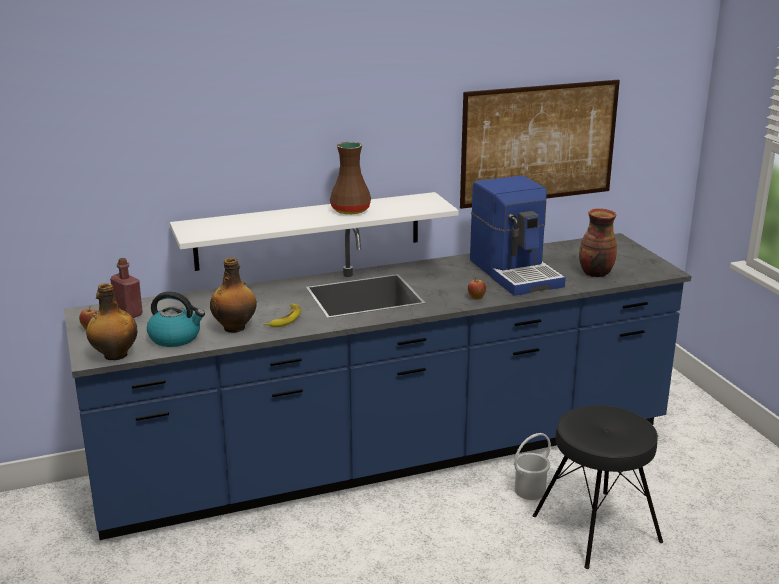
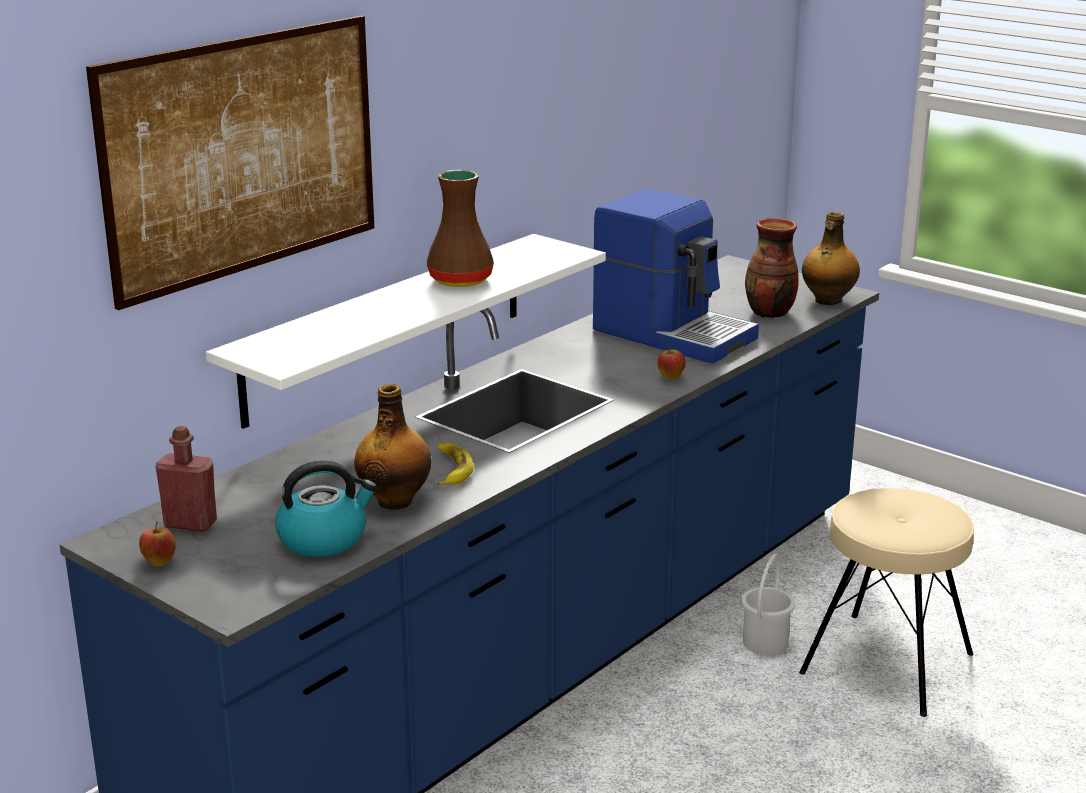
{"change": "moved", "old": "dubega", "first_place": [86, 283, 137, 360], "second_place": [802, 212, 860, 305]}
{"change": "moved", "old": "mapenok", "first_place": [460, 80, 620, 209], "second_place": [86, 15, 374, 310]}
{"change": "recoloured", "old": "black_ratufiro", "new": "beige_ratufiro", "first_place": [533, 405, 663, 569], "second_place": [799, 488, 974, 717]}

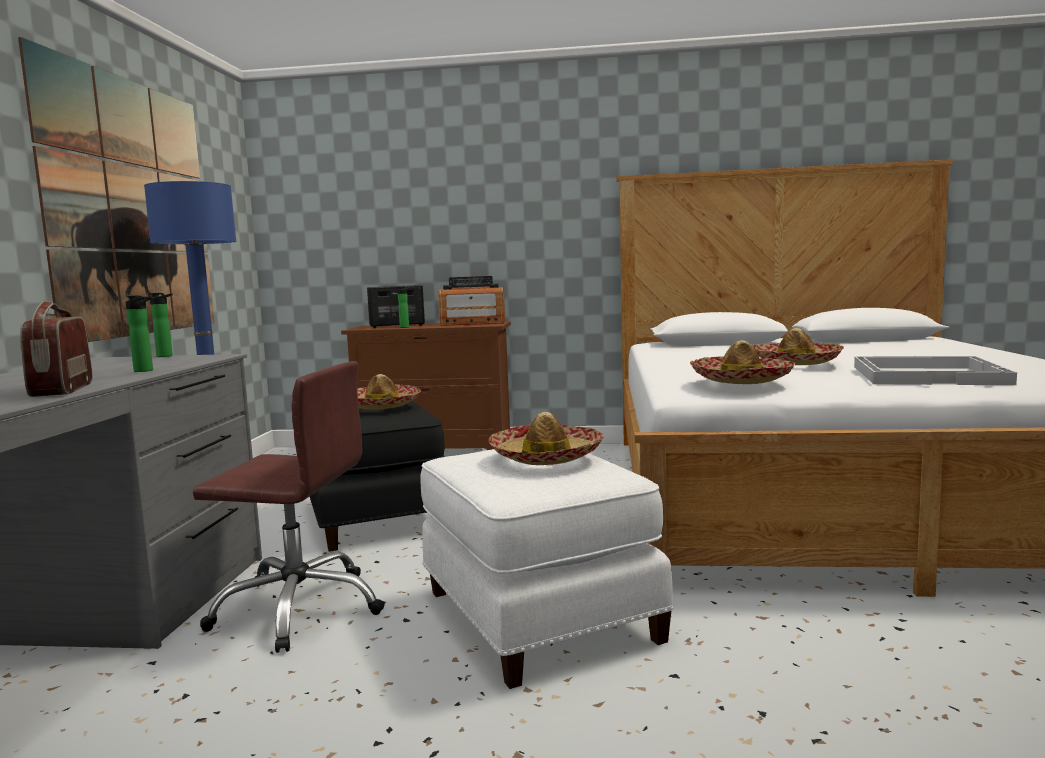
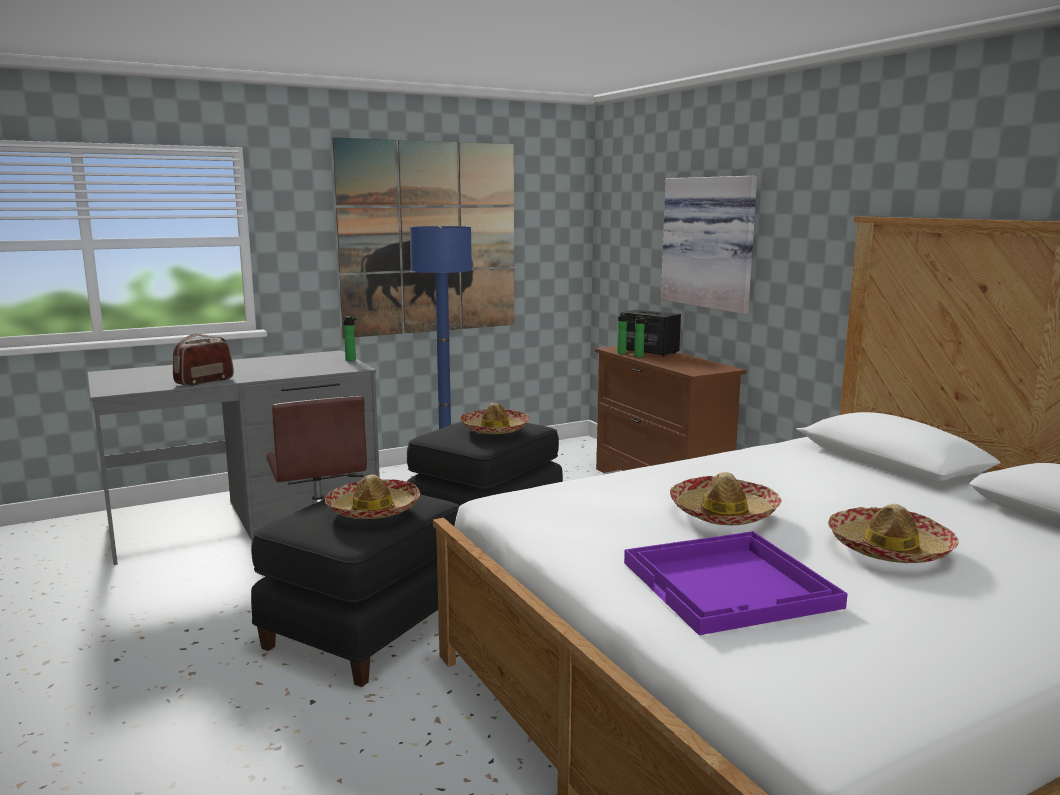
{"change": "moved", "old": "dubega", "first_place": [126, 295, 153, 372], "second_place": [617, 313, 629, 354]}
{"change": "recoloured", "old": "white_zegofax", "new": "black_zegofax", "first_place": [420, 449, 673, 689], "second_place": [251, 494, 460, 687]}
{"change": "removed", "old": "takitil", "first_place": [438, 276, 505, 326]}
{"change": "moved", "old": "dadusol", "first_place": [690, 340, 795, 384], "second_place": [828, 504, 959, 563]}
{"change": "recoloured", "old": "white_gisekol", "new": "purple_gisekol", "first_place": [854, 356, 1017, 385], "second_place": [624, 531, 848, 635]}
{"change": "added", "new": "mapenok", "second_place": [661, 176, 757, 314]}

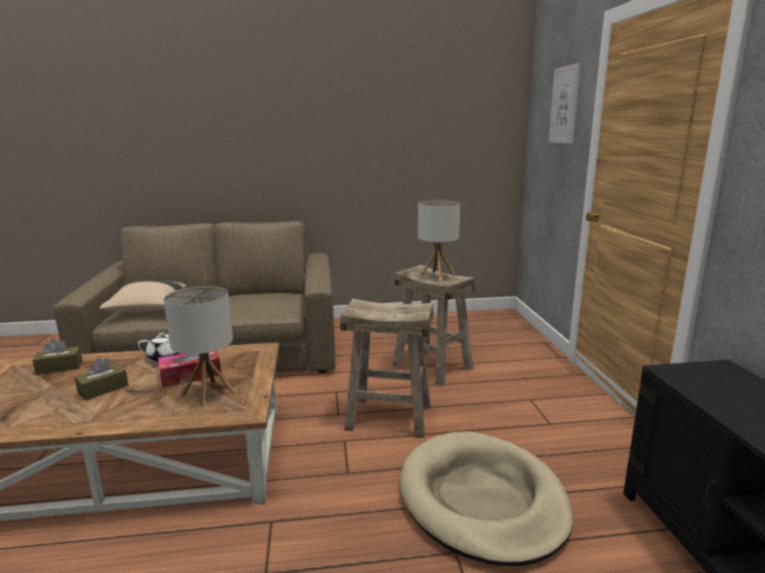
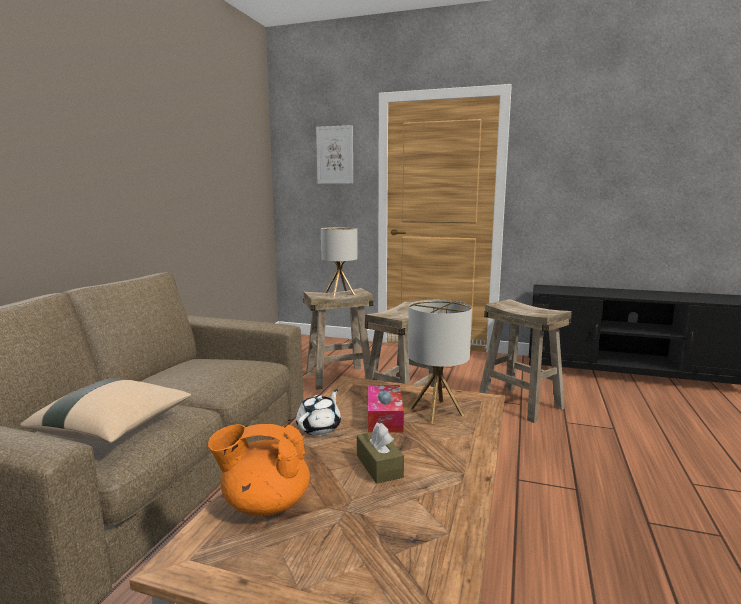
{"change": "replaced", "old": "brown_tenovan", "new": "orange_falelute", "first_place": [33, 339, 83, 375], "second_place": [208, 424, 310, 516]}
{"change": "replaced", "old": "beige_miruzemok", "new": "beige_ratufiro", "first_place": [400, 431, 573, 566], "second_place": [479, 299, 572, 423]}

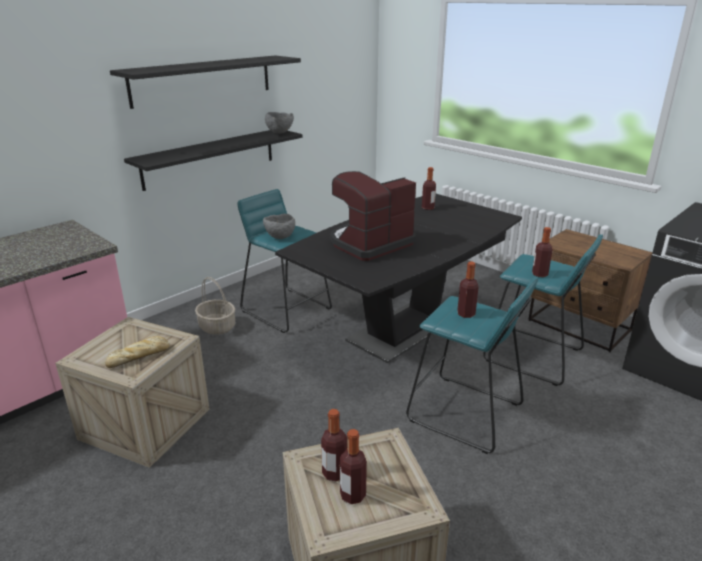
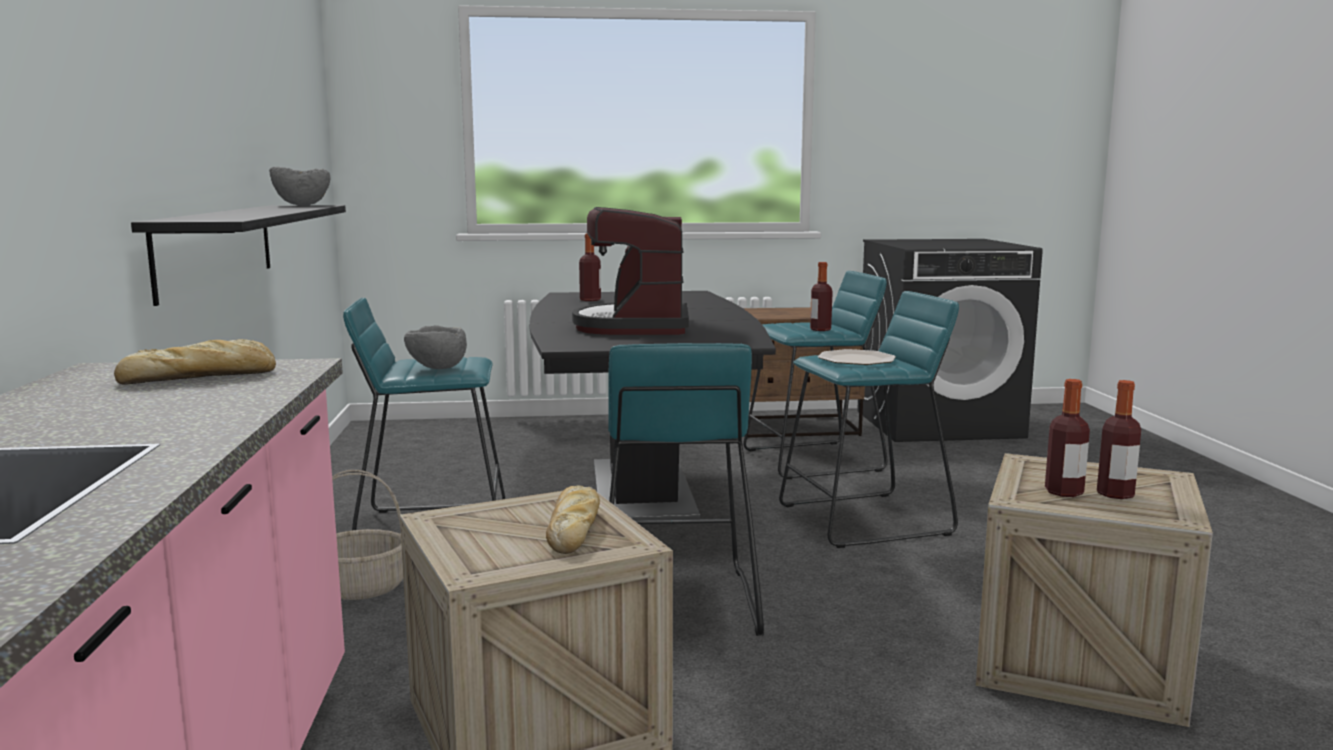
{"change": "removed", "old": "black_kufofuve", "first_place": [110, 56, 301, 109]}
{"change": "replaced", "old": "dubega", "new": "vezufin", "first_place": [457, 262, 479, 318], "second_place": [818, 349, 896, 365]}
{"change": "added", "new": "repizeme", "second_place": [114, 339, 276, 385]}
{"change": "added", "new": "turquoise_ratufiro", "second_place": [608, 343, 764, 636]}

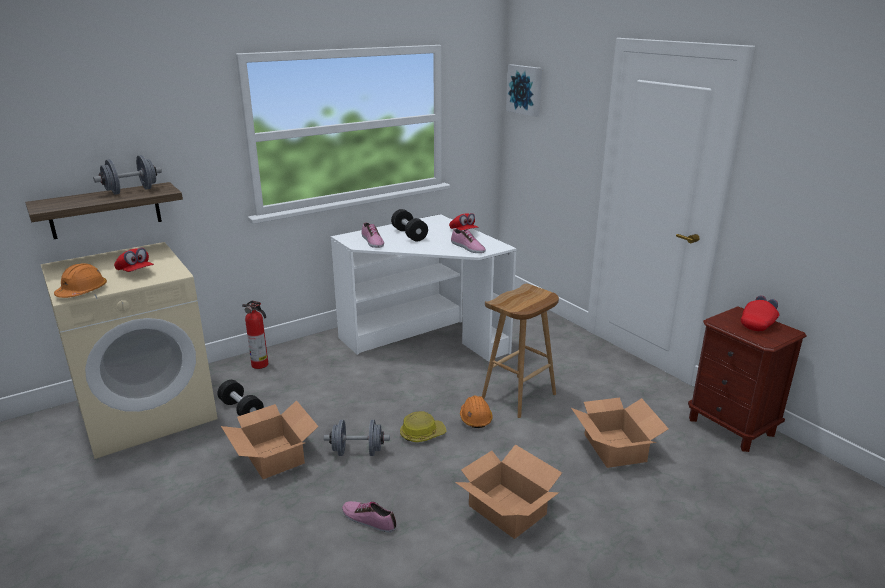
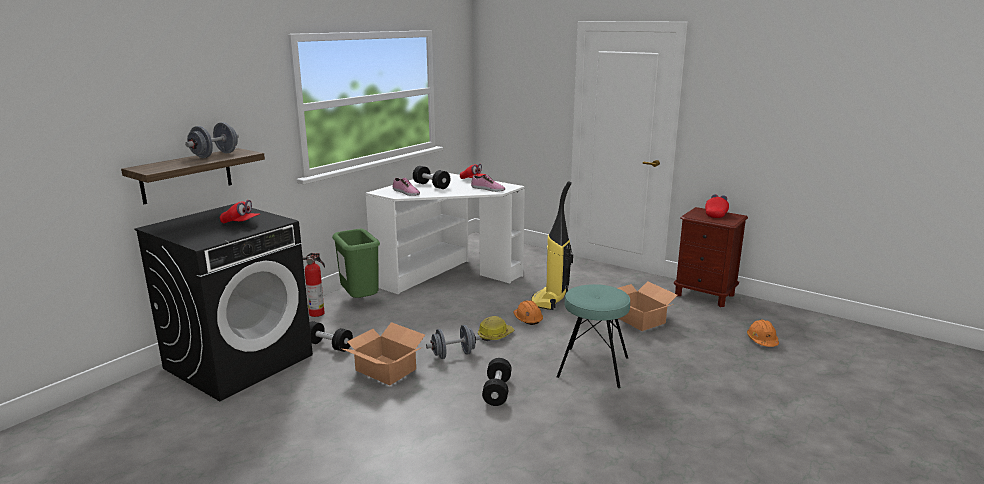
{"change": "recoloured", "old": "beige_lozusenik", "new": "black_lozusenik", "first_place": [41, 242, 218, 459], "second_place": [135, 203, 313, 401]}
{"change": "moved", "old": "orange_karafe", "first_place": [54, 263, 107, 298], "second_place": [747, 320, 779, 347]}
{"change": "replaced", "old": "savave", "new": "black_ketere", "first_place": [342, 501, 397, 533], "second_place": [482, 358, 512, 406]}
{"change": "replaced", "old": "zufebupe", "new": "turquoise_ratufiro", "first_place": [455, 445, 562, 539], "second_place": [557, 284, 630, 388]}
{"change": "replaced", "old": "brown_ratufiro", "new": "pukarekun", "first_place": [482, 284, 559, 418], "second_place": [531, 181, 573, 310]}
{"change": "removed", "old": "mapenok", "first_place": [506, 64, 542, 117]}
{"change": "added", "new": "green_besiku", "second_place": [332, 229, 380, 298]}

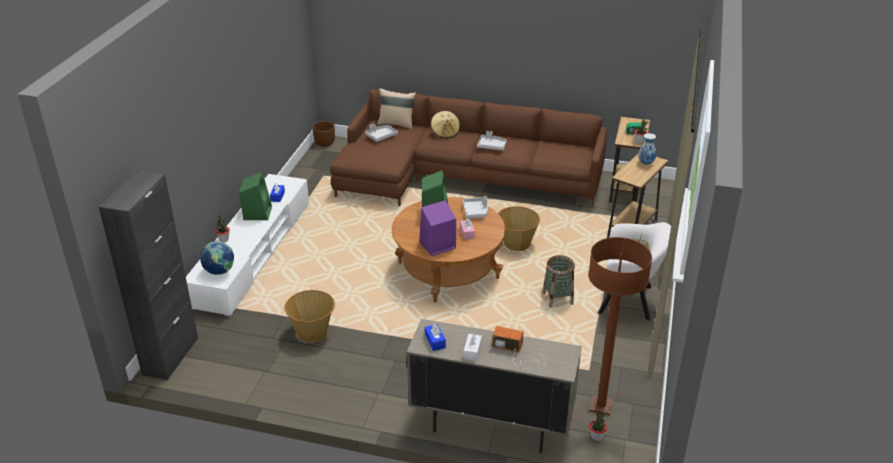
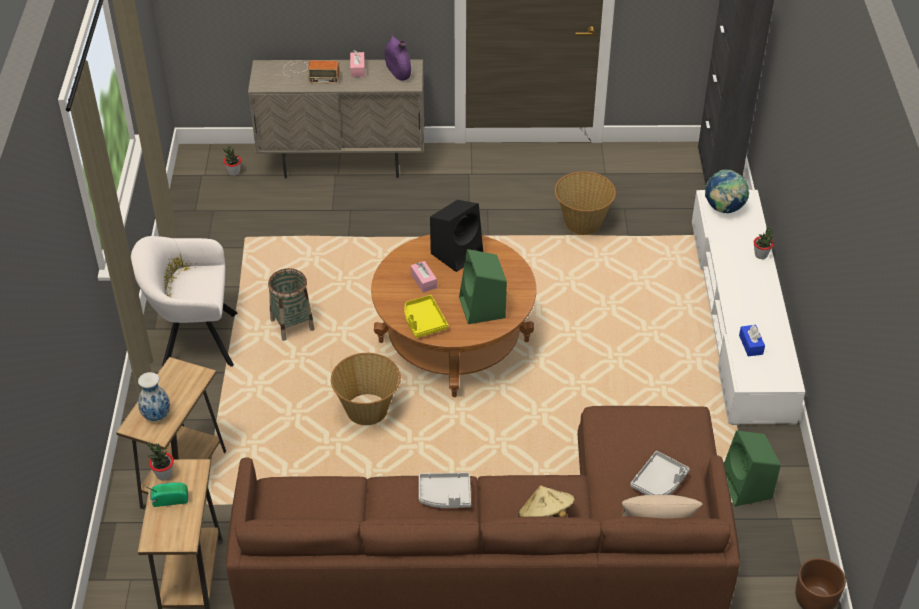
{"change": "moved", "old": "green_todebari", "first_place": [239, 172, 272, 220], "second_place": [724, 430, 781, 507]}
{"change": "recoloured", "old": "purple_todebari", "new": "black_todebari", "first_place": [419, 200, 456, 256], "second_place": [430, 200, 483, 272]}
{"change": "replaced", "old": "blue_tenovan", "new": "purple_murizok", "first_place": [425, 323, 446, 351], "second_place": [385, 33, 411, 81]}
{"change": "recoloured", "old": "grey_gisekol", "new": "yellow_gisekol", "first_place": [462, 196, 488, 218], "second_place": [405, 295, 448, 338]}
{"change": "recoloured", "old": "white_tenovan", "new": "pink_tenovan", "first_place": [464, 333, 482, 361], "second_place": [350, 50, 365, 77]}
{"change": "removed", "old": "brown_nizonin", "first_place": [588, 237, 652, 415]}

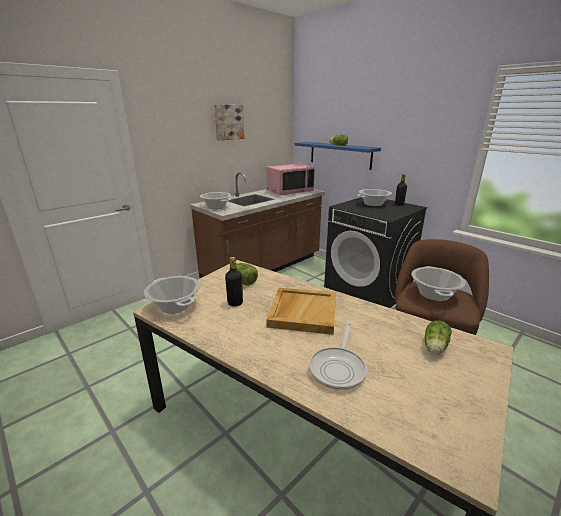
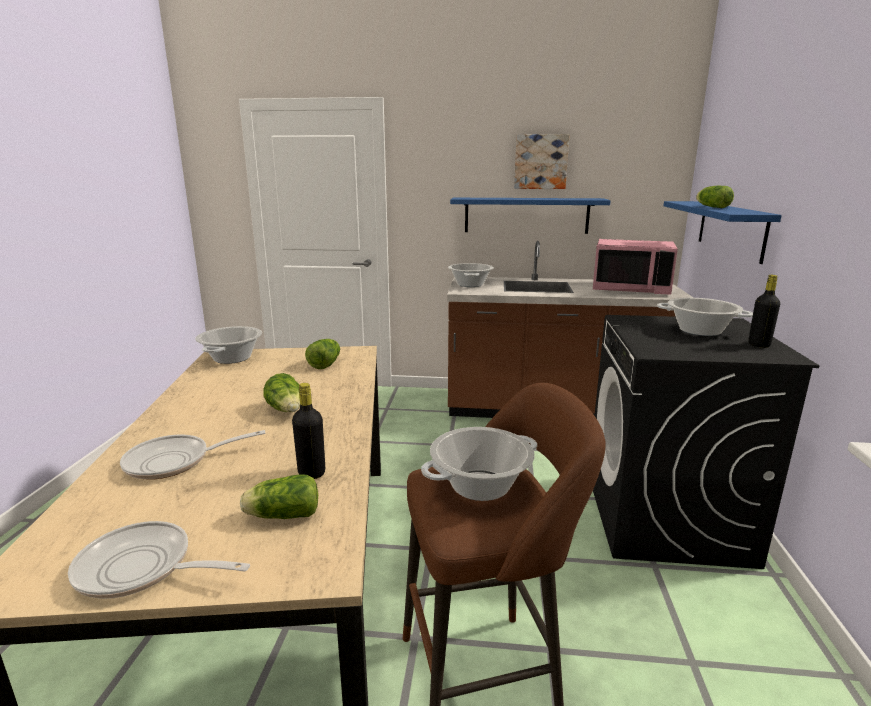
{"change": "moved", "old": "black_dubega", "first_place": [225, 257, 243, 306], "second_place": [292, 383, 325, 479]}
{"change": "replaced", "old": "beige_gisekol", "new": "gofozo", "first_place": [267, 288, 336, 335], "second_place": [264, 373, 300, 412]}
{"change": "added", "new": "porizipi", "second_place": [68, 521, 250, 599]}
{"change": "added", "new": "blue_kufofuve", "second_place": [450, 198, 610, 234]}

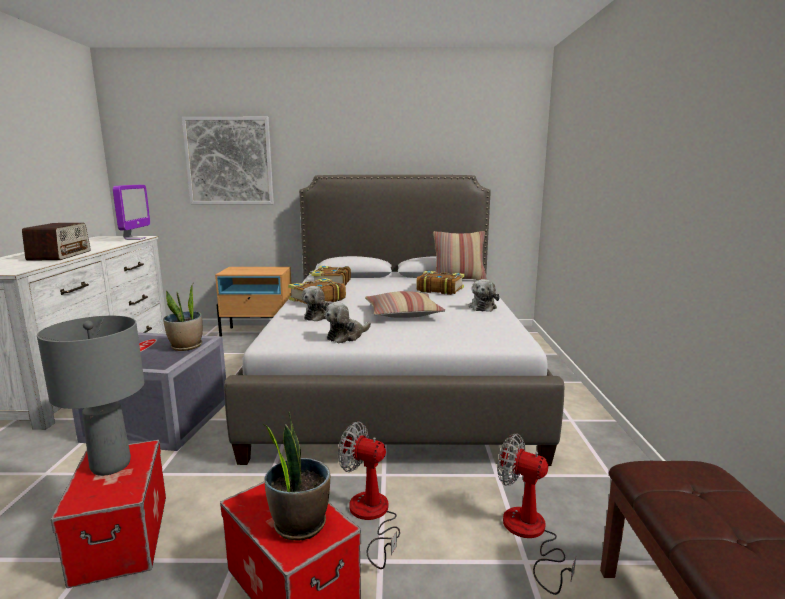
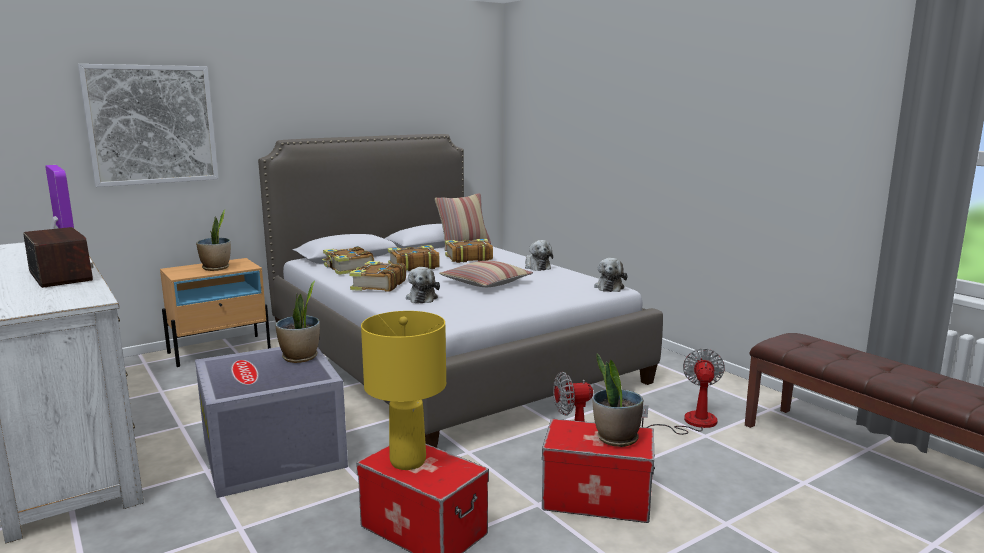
{"change": "recoloured", "old": "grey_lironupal", "new": "yellow_lironupal", "first_place": [37, 316, 144, 476], "second_place": [361, 311, 446, 470]}
{"change": "moved", "old": "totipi", "first_place": [325, 302, 371, 343], "second_place": [594, 258, 627, 292]}
{"change": "turned", "old": "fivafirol", "first_place": [497, 433, 576, 595], "second_place": [642, 348, 725, 435], "degrees": 105}
{"change": "added", "new": "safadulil", "second_place": [196, 209, 231, 271]}
{"change": "added", "new": "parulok", "second_place": [388, 245, 440, 271]}

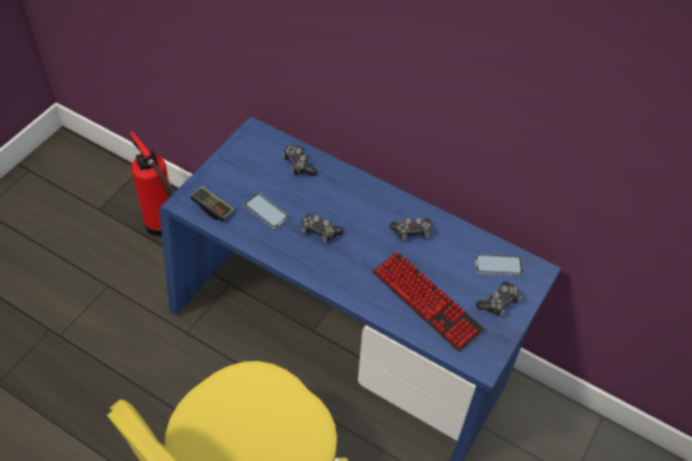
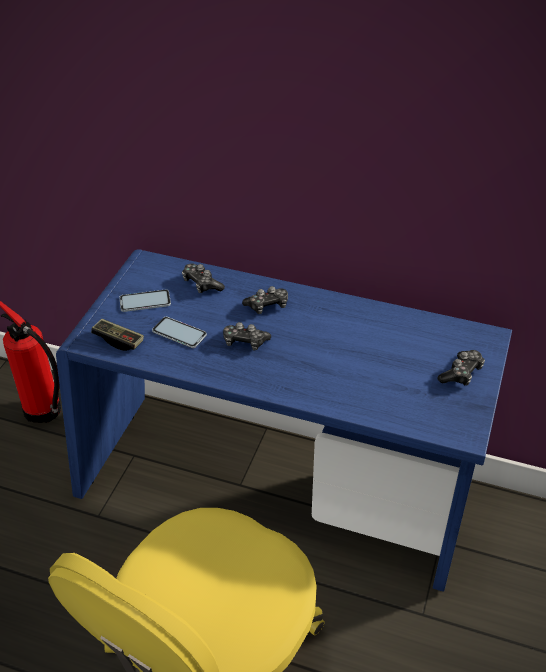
{"change": "removed", "old": "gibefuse", "first_place": [372, 252, 485, 352]}
{"change": "moved", "old": "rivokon", "first_place": [390, 217, 432, 241], "second_place": [242, 286, 288, 314]}
{"change": "moved", "old": "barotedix", "first_place": [475, 254, 523, 276], "second_place": [119, 290, 171, 312]}

